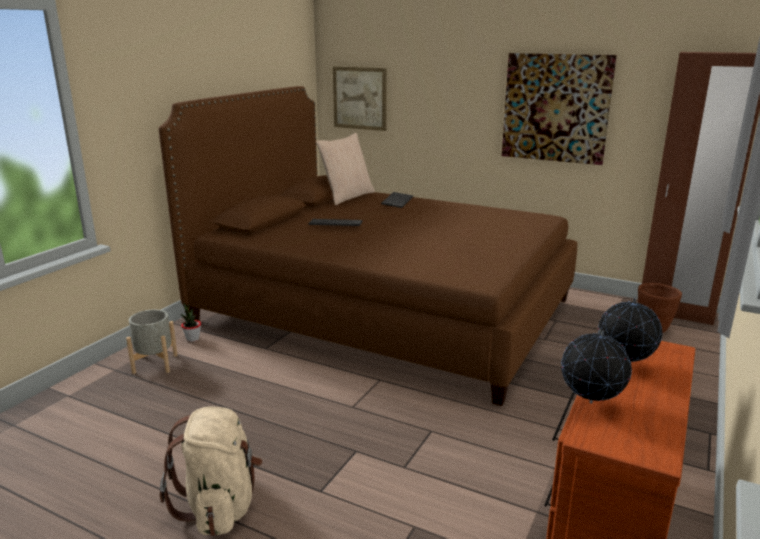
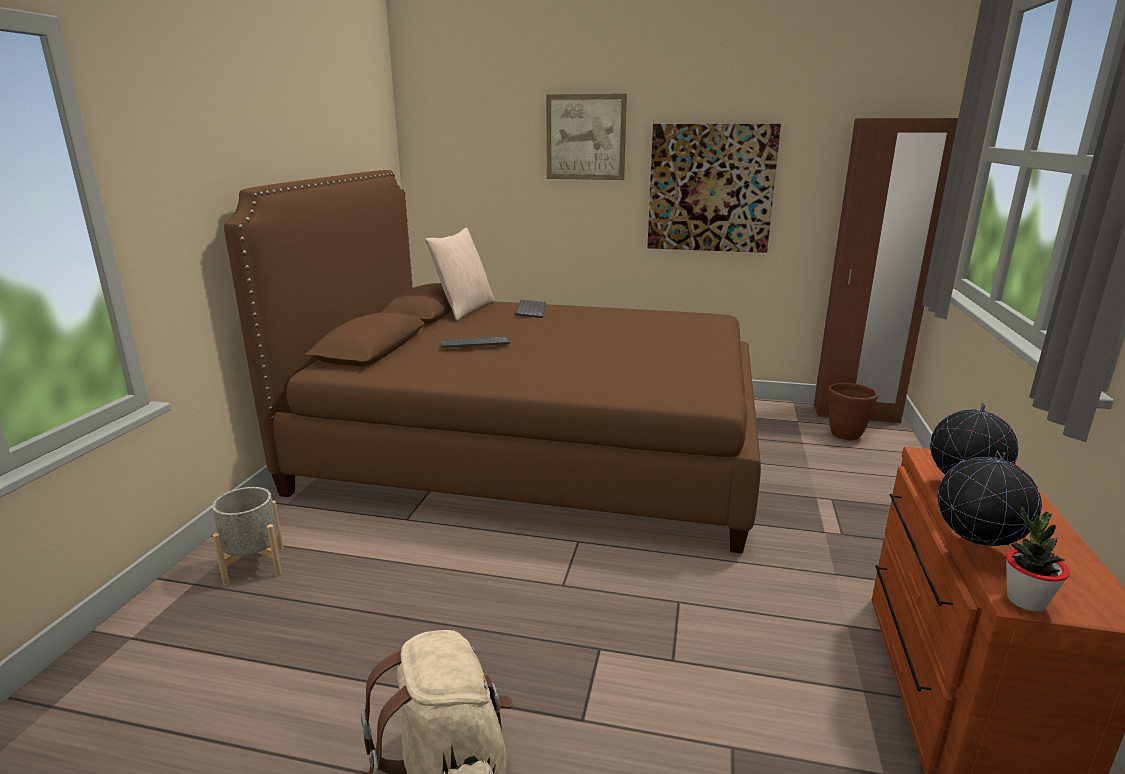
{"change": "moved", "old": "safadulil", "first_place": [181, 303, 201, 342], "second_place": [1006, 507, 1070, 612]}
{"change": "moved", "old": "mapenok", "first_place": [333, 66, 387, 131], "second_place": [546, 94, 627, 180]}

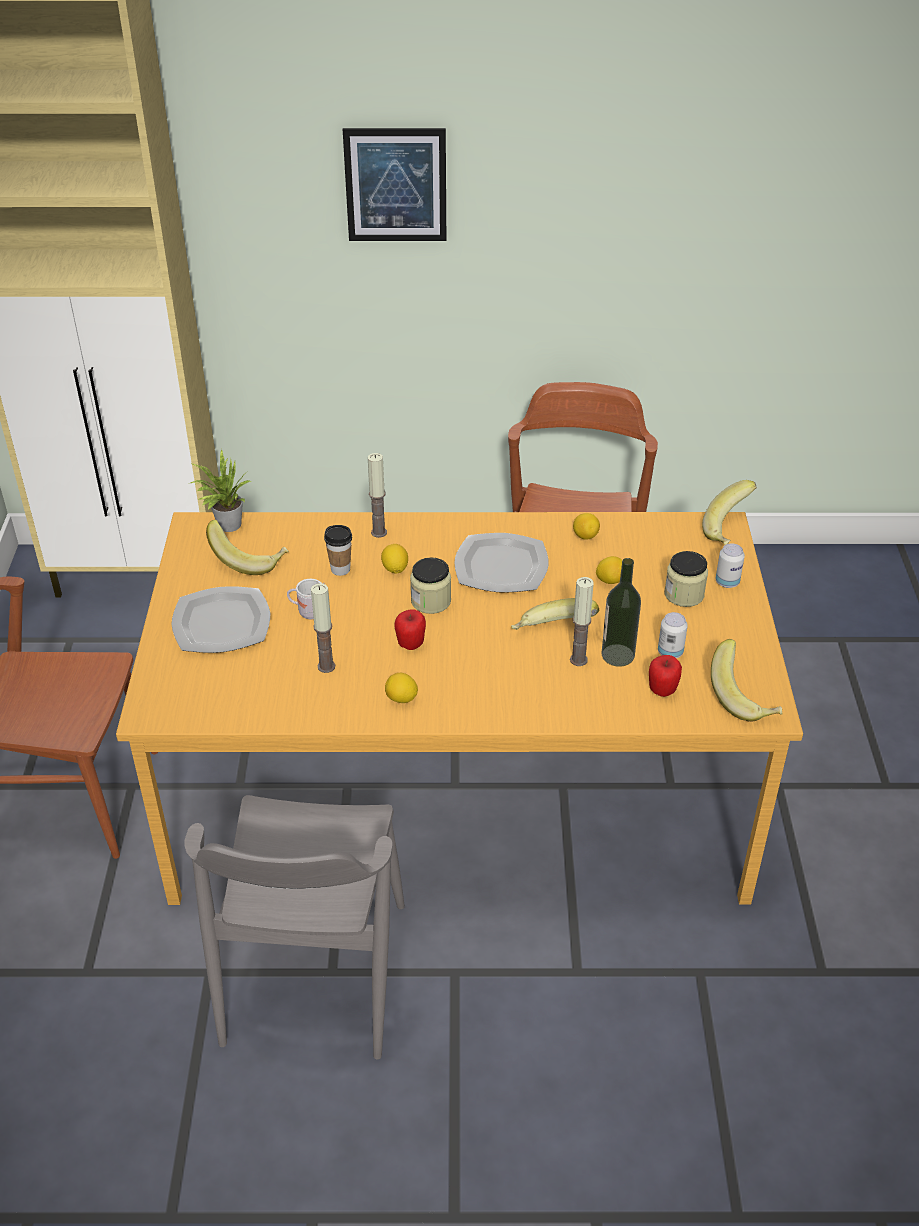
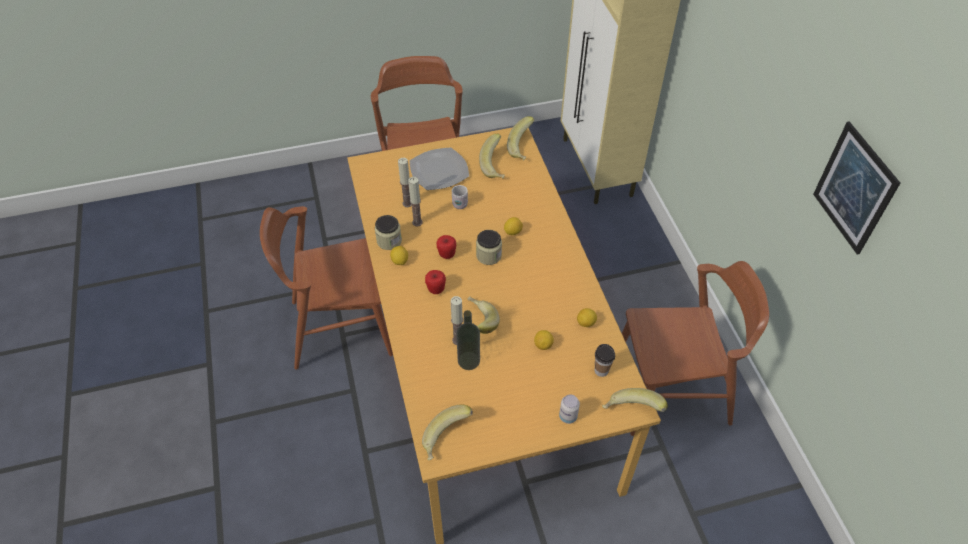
{"change": "recoloured", "old": "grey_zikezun", "new": "brown_zikezun", "first_place": [184, 795, 405, 1060], "second_place": [260, 206, 393, 370]}
{"change": "replaced", "old": "safadulil", "new": "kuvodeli", "first_place": [190, 449, 251, 532], "second_place": [507, 116, 534, 160]}
{"change": "moved", "old": "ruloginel", "first_place": [324, 525, 352, 576], "second_place": [595, 344, 615, 377]}
{"change": "moved", "old": "mapenok", "first_place": [343, 128, 446, 241], "second_place": [813, 121, 900, 255]}
{"change": "moved", "old": "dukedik", "first_place": [368, 453, 387, 538], "second_place": [398, 158, 412, 207]}
{"change": "removed", "old": "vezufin", "first_place": [454, 533, 549, 593]}
{"change": "moved", "old": "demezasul", "first_place": [649, 655, 682, 697], "second_place": [425, 270, 446, 294]}
{"change": "removed", "old": "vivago", "first_place": [658, 612, 688, 658]}
{"change": "moved", "old": "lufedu", "first_place": [664, 551, 708, 607], "second_place": [375, 215, 402, 250]}

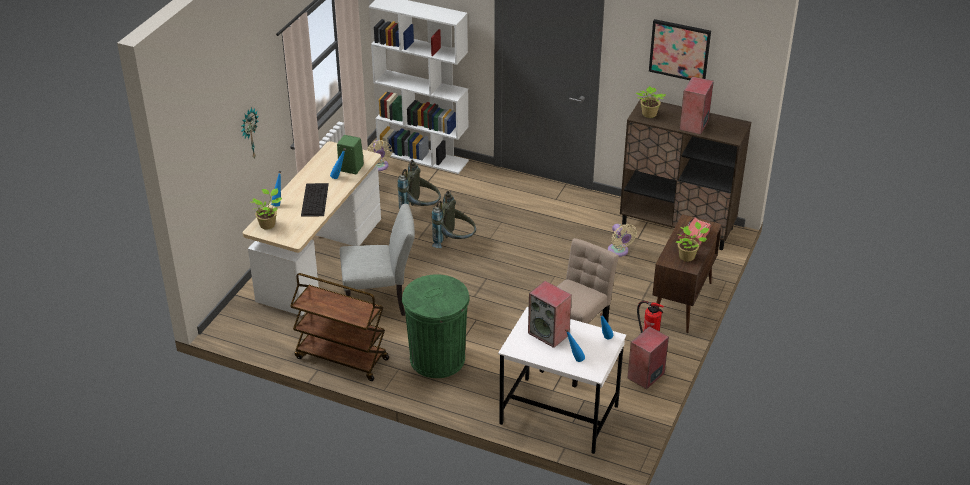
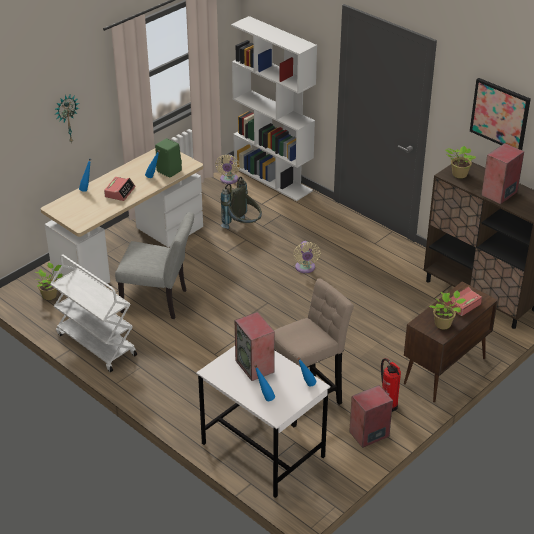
{"change": "moved", "old": "safadulil", "first_place": [251, 188, 282, 230], "second_place": [35, 263, 63, 300]}
{"change": "recoloured", "old": "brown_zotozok", "new": "white_zotozok", "first_place": [290, 273, 389, 381], "second_place": [50, 254, 137, 372]}
{"change": "replaced", "old": "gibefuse", "new": "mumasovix", "first_place": [301, 183, 329, 216], "second_place": [104, 177, 135, 201]}
{"change": "removed", "old": "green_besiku", "first_place": [402, 274, 469, 378]}
{"change": "removed", "old": "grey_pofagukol", "first_place": [432, 191, 476, 248]}
{"change": "moved", "old": "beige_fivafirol", "first_place": [608, 224, 637, 257], "second_place": [293, 241, 321, 273]}

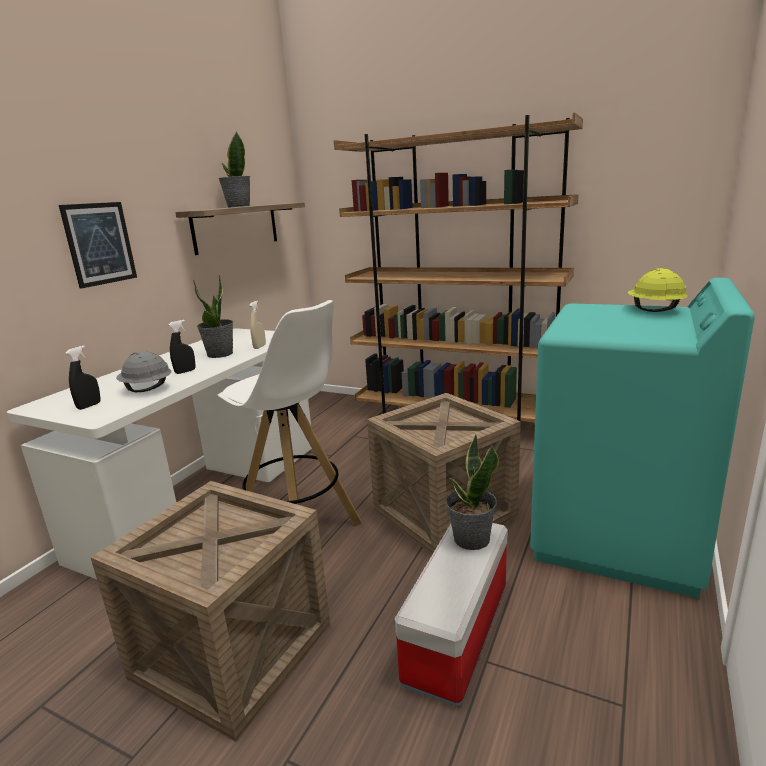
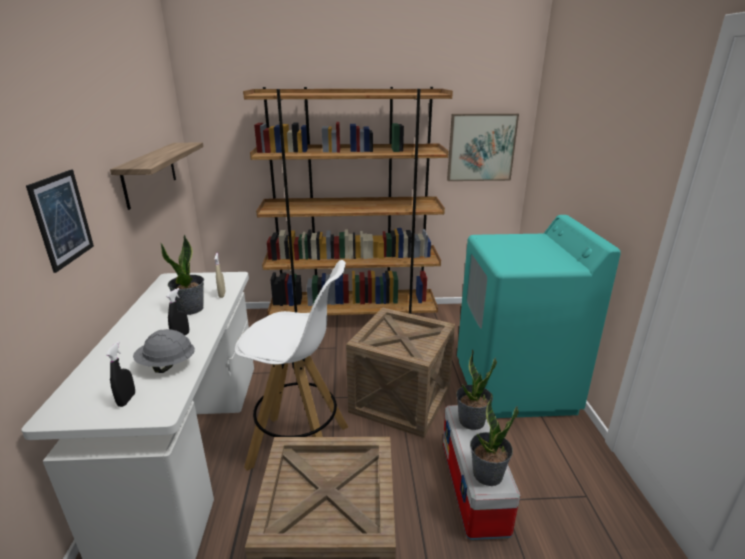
{"change": "moved", "old": "safadulil", "first_place": [218, 131, 250, 208], "second_place": [470, 393, 519, 486]}
{"change": "removed", "old": "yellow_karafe", "first_place": [628, 268, 688, 312]}
{"change": "added", "new": "mapenok", "second_place": [447, 113, 519, 181]}

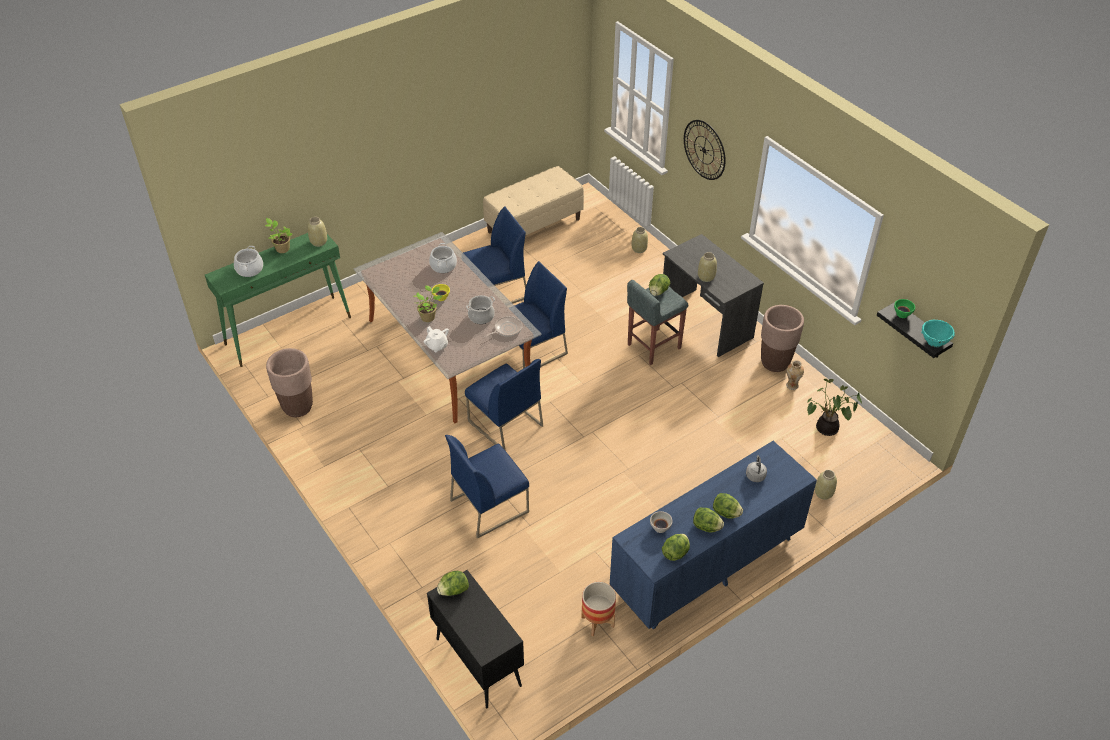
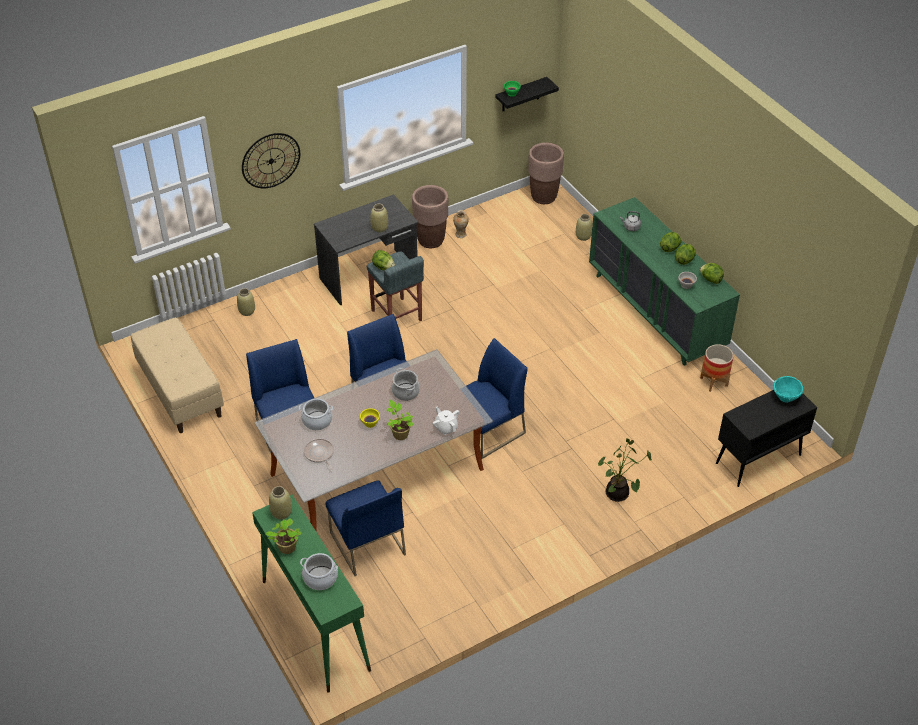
{"change": "moved", "old": "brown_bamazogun", "first_place": [266, 348, 313, 417], "second_place": [528, 142, 564, 204]}
{"change": "turned", "old": "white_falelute", "first_place": [424, 326, 449, 352], "second_place": [433, 407, 459, 435], "degrees": -90}
{"change": "removed", "old": "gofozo", "first_place": [437, 571, 469, 596]}
{"change": "moved", "old": "blue_zikezun", "first_place": [445, 435, 529, 539], "second_place": [326, 480, 406, 576]}
{"change": "moved", "old": "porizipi", "first_place": [485, 316, 522, 337], "second_place": [304, 439, 334, 470]}
{"change": "recoloured", "old": "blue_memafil", "new": "green_memafil", "first_place": [610, 441, 817, 629], "second_place": [589, 197, 740, 366]}
{"change": "moved", "old": "safadulil", "first_place": [807, 379, 862, 436], "second_place": [598, 438, 652, 502]}
{"change": "moved", "old": "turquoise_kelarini", "first_place": [921, 320, 955, 347], "second_place": [773, 376, 804, 402]}

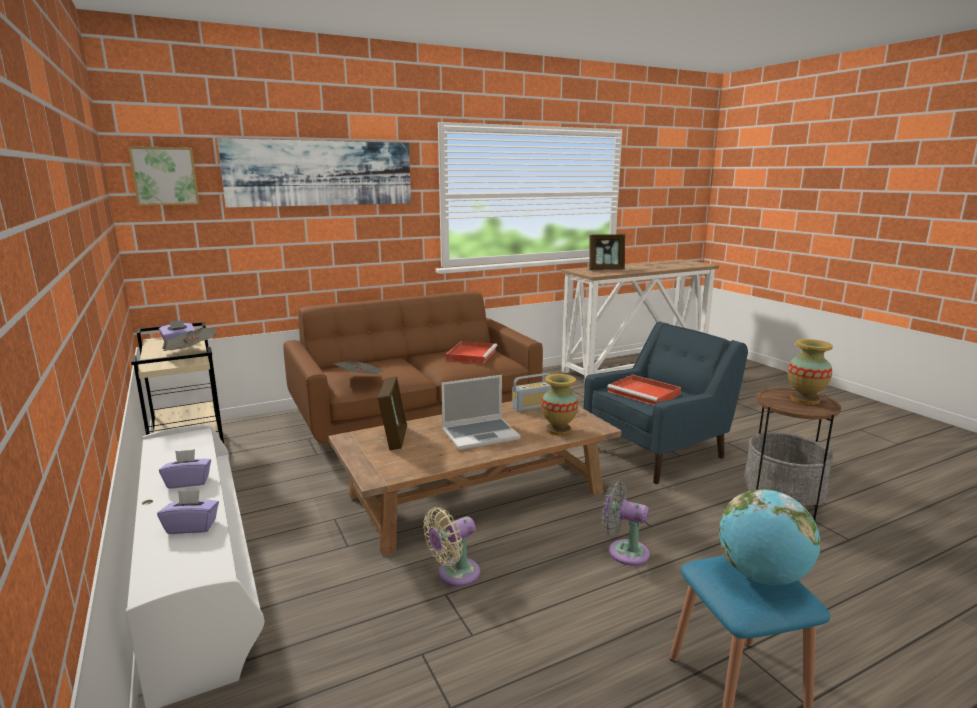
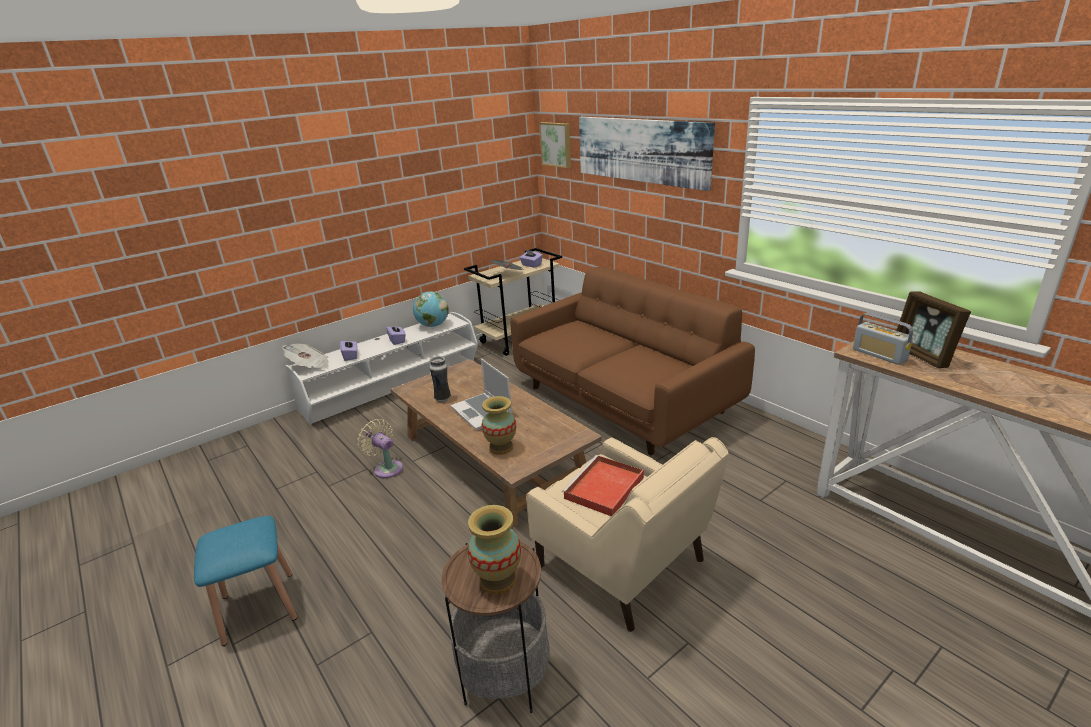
{"change": "moved", "old": "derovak", "first_place": [334, 361, 383, 374], "second_place": [282, 344, 329, 369]}
{"change": "removed", "old": "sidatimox", "first_place": [377, 376, 407, 450]}
{"change": "removed", "old": "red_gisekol", "first_place": [446, 341, 497, 363]}
{"change": "moved", "old": "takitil", "first_place": [512, 373, 551, 412], "second_place": [853, 313, 913, 365]}
{"change": "recoloured", "old": "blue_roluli", "new": "beige_roluli", "first_place": [583, 321, 748, 484], "second_place": [526, 437, 729, 632]}
{"change": "removed", "old": "grey_fivafirol", "first_place": [601, 481, 650, 566]}
{"change": "moved", "old": "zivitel", "first_place": [719, 489, 821, 586], "second_place": [413, 292, 449, 327]}
{"change": "added", "new": "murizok", "second_place": [429, 356, 451, 402]}

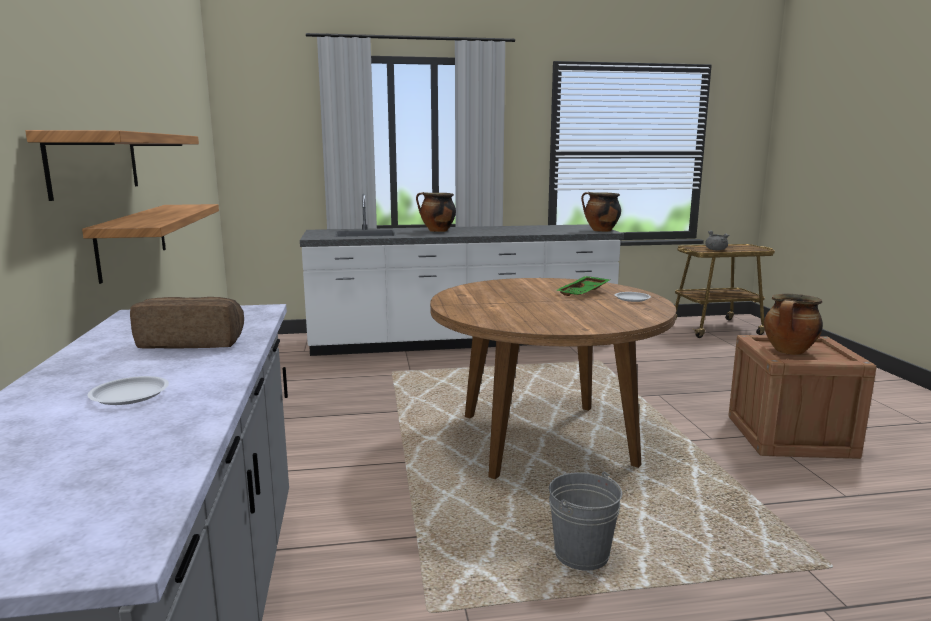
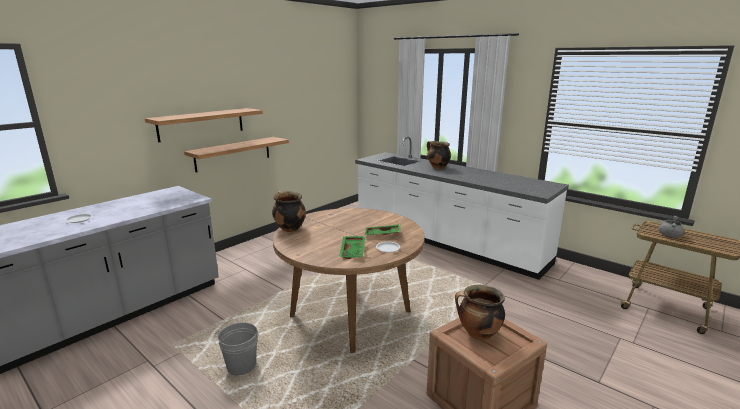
{"change": "removed", "old": "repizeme", "first_place": [130, 297, 244, 349]}
{"change": "moved", "old": "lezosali", "first_place": [581, 192, 621, 232], "second_place": [272, 191, 306, 232]}
{"change": "added", "new": "green_gisekol", "second_place": [339, 236, 365, 259]}

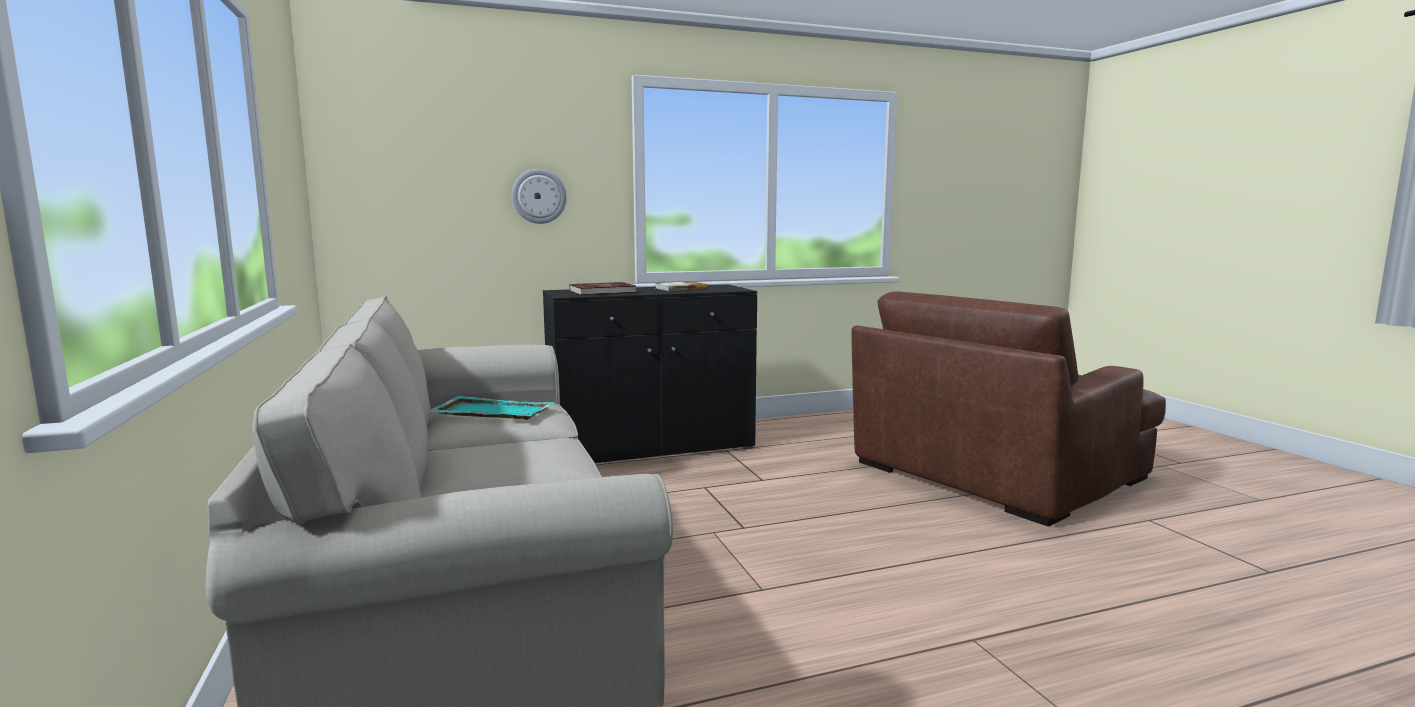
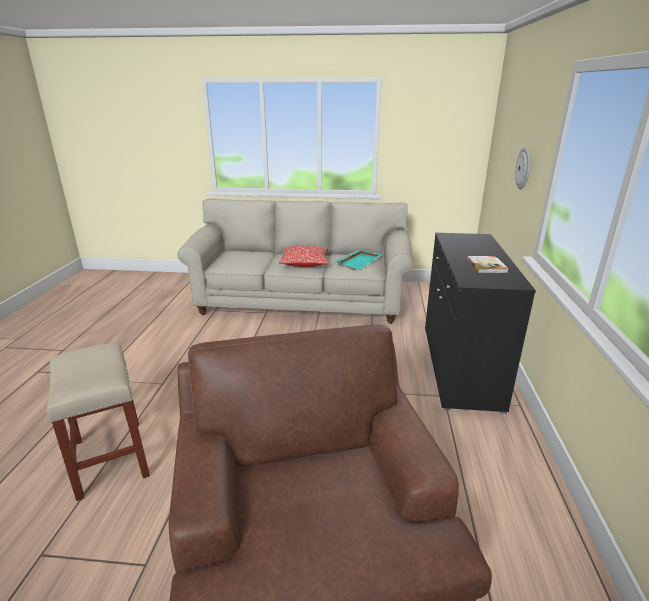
{"change": "removed", "old": "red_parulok", "first_place": [570, 282, 636, 295]}
{"change": "added", "new": "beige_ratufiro", "second_place": [47, 342, 150, 501]}
{"change": "added", "new": "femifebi", "second_place": [279, 245, 329, 267]}

